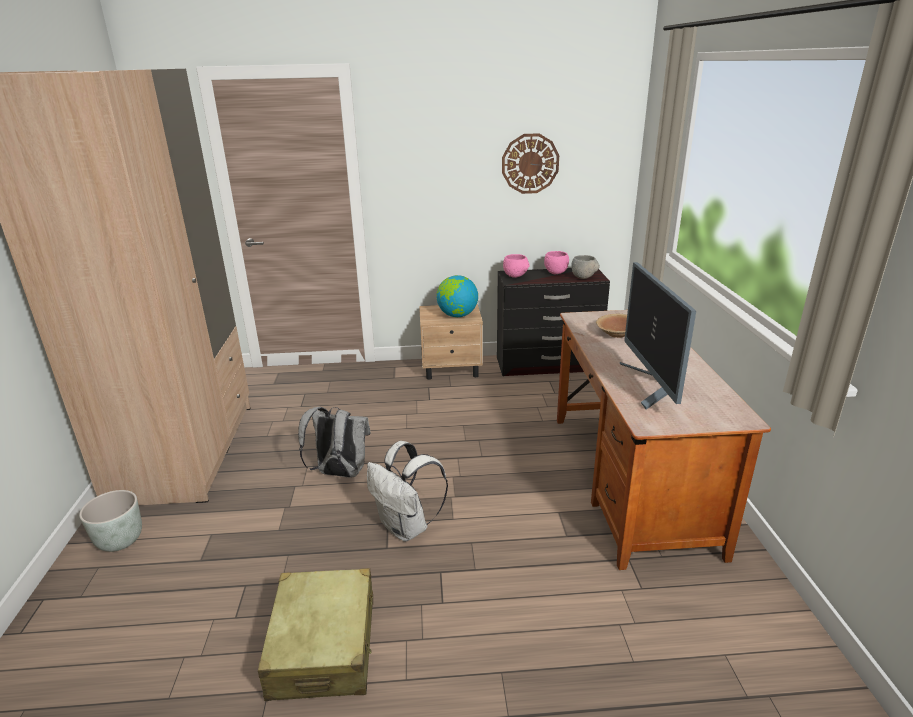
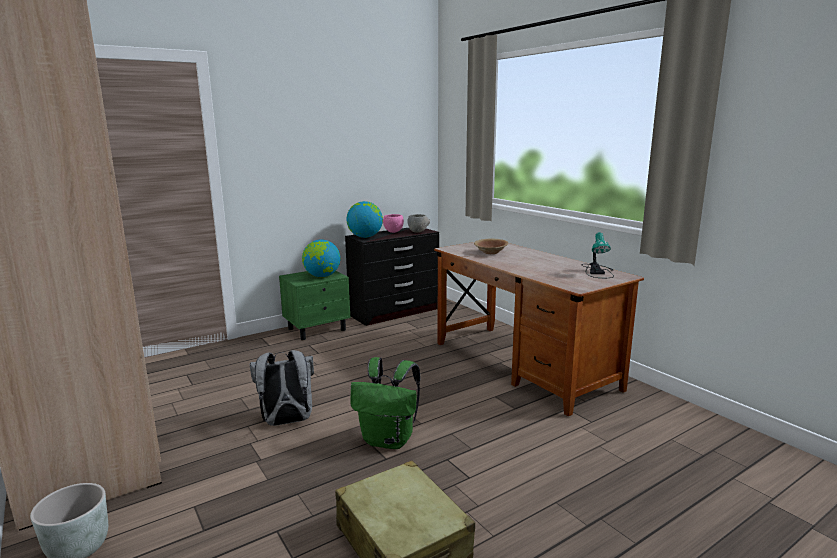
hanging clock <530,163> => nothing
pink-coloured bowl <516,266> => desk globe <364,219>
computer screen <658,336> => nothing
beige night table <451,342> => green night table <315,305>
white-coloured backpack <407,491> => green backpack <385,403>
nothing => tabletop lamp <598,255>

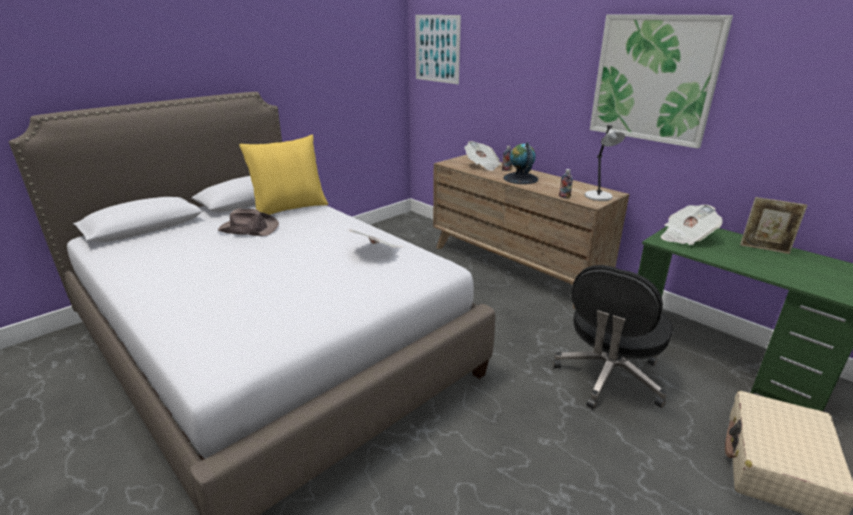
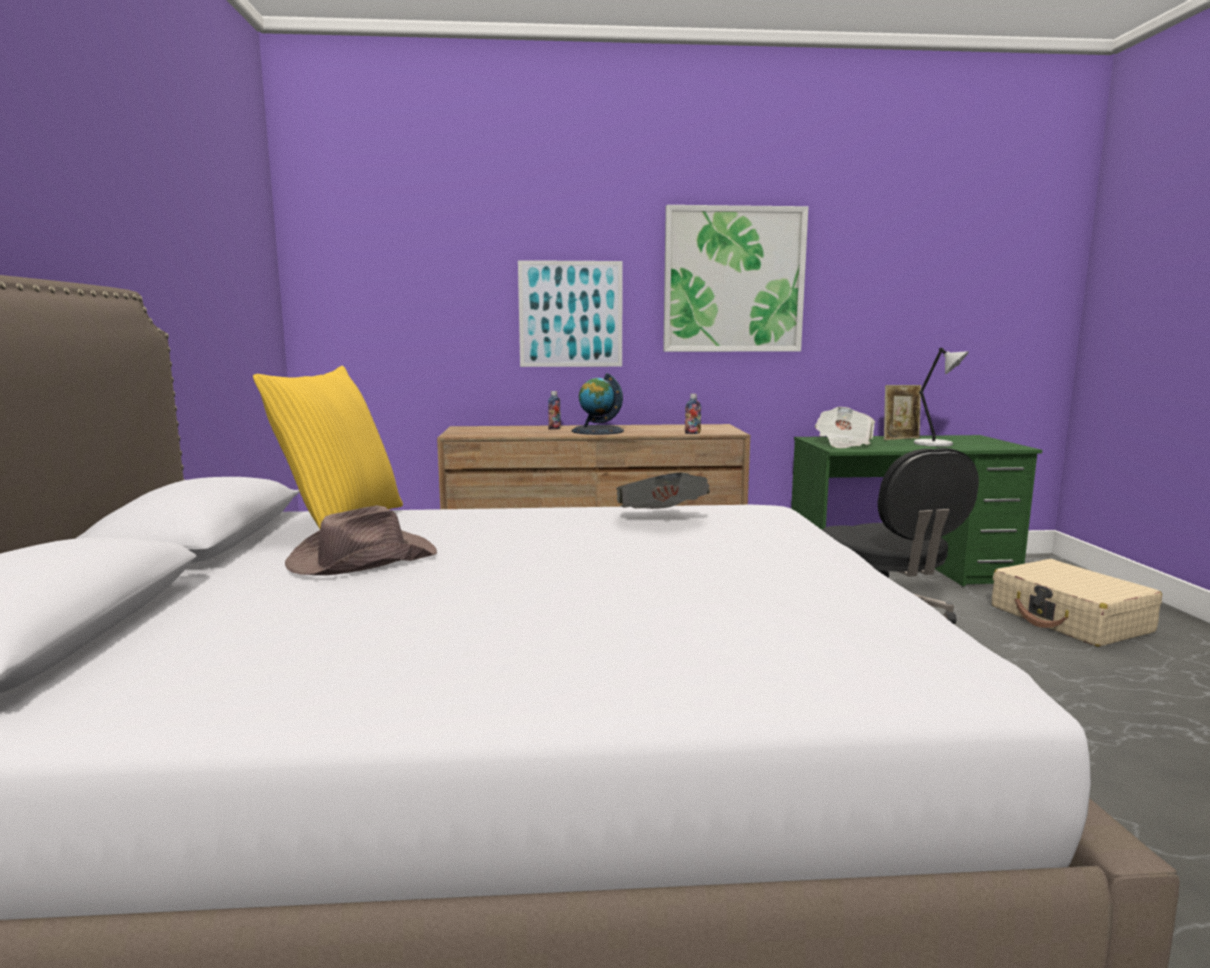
wall picture <438,49> => wall picture <570,313>, relocated
greyish tabletop lamp <605,163> => greyish tabletop lamp <941,397>, relocated
printed paper <482,156> => nothing

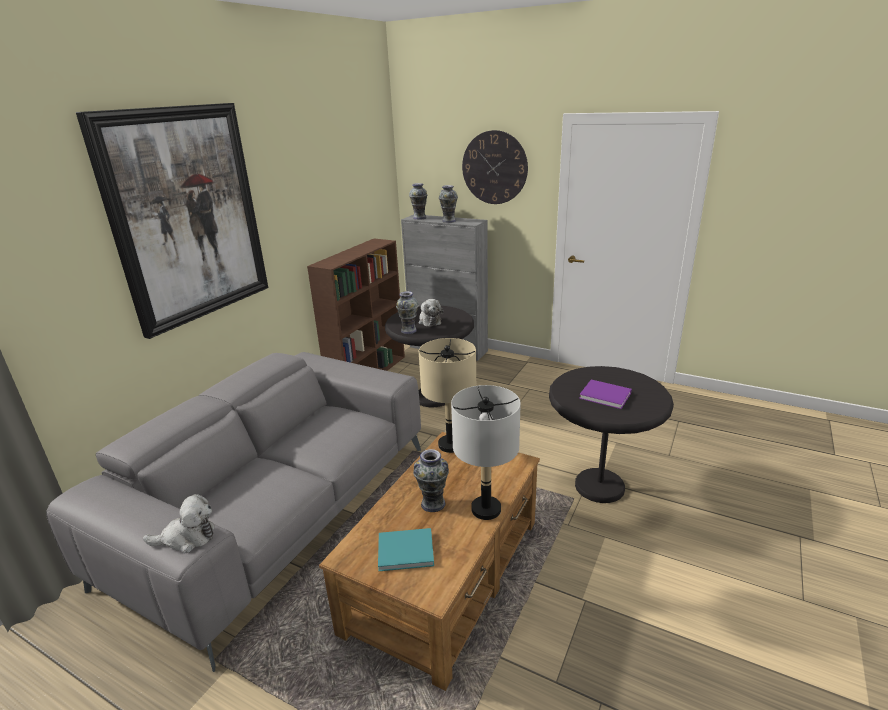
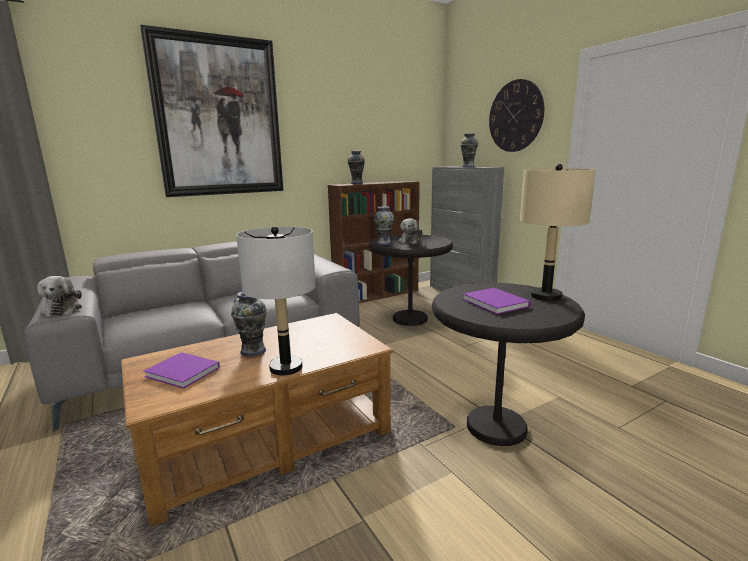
vase <418,201> => vase <356,167>, relocated
beige tabletop lamp <447,395> => beige tabletop lamp <558,232>, relocated
soft toy <179,523> => soft toy <59,296>, 45 degrees clockwise
blue-green bound book <406,549> => purple bound book <181,370>

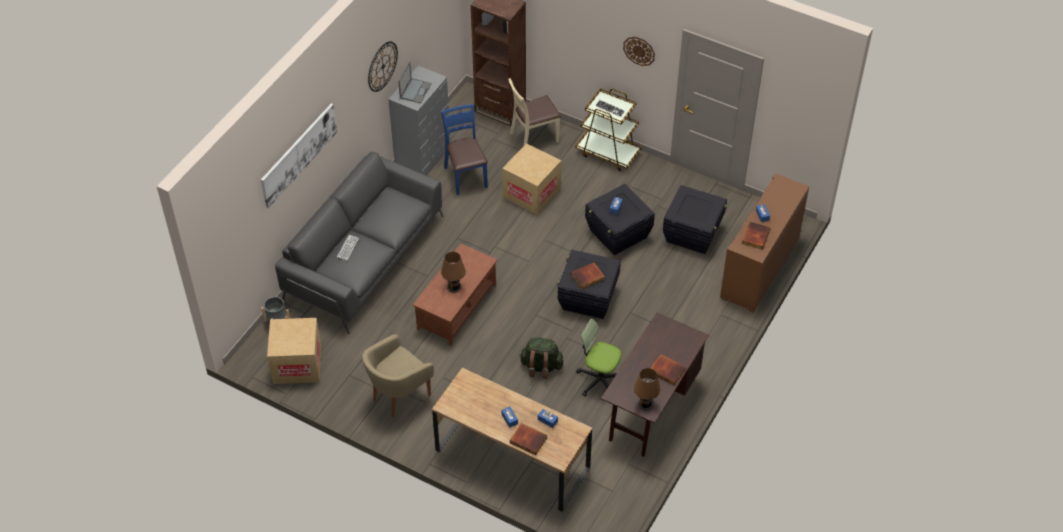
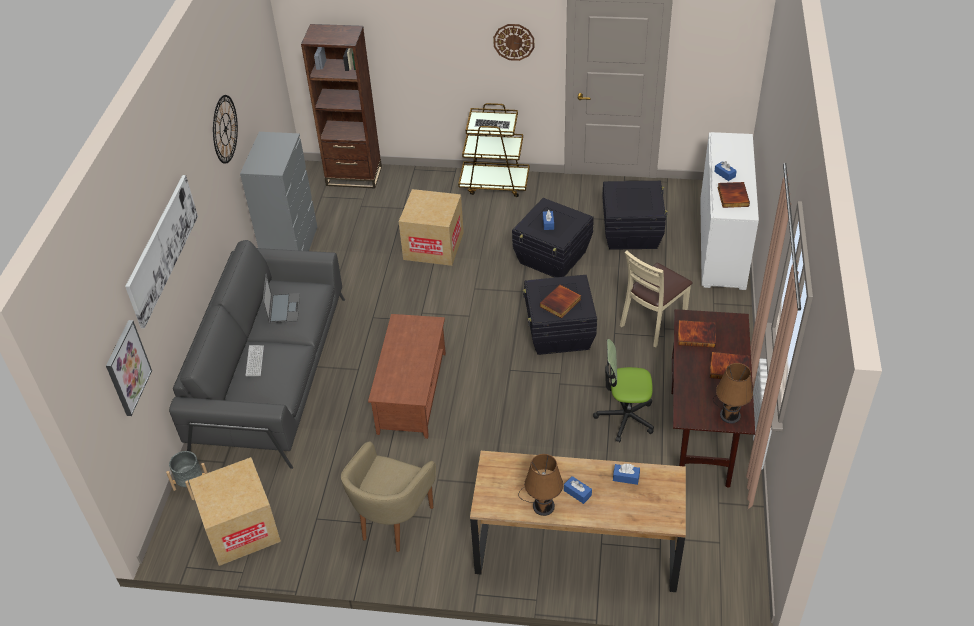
portable computer <415,82> => portable computer <281,299>, relocated
beige chair <534,111> => beige chair <656,298>, relocated
blue chair <464,149> => nothing
brown cabinet <764,243> => white-coloured cabinet <729,211>
brown tabletop lamp <453,272> => brown tabletop lamp <540,485>, relocated
green backpack <541,358> => nothing
bound book <528,439> => bound book <697,334>, relocated
nothing => wall picture <129,368>

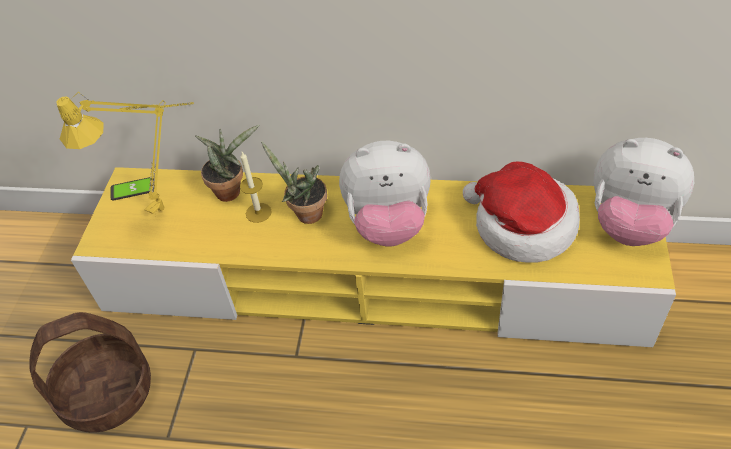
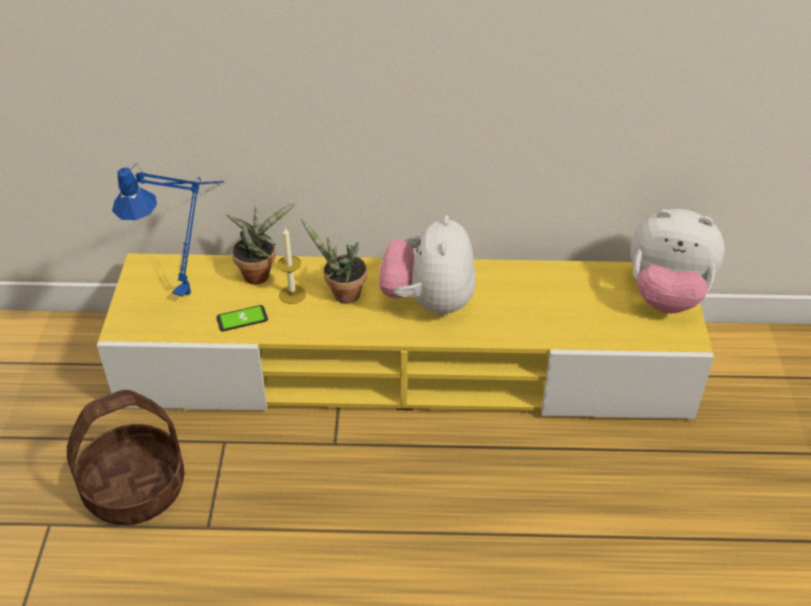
yellow-coloured tabletop lamp <125,154> => blue tabletop lamp <168,230>
soft toy <385,193> => soft toy <427,265>, 105 degrees clockwise
hat <521,212> => nothing
phone <132,188> => phone <242,318>, relocated

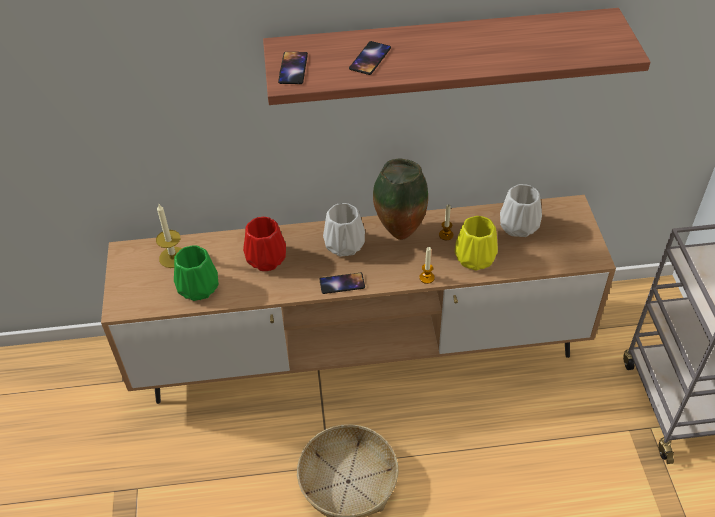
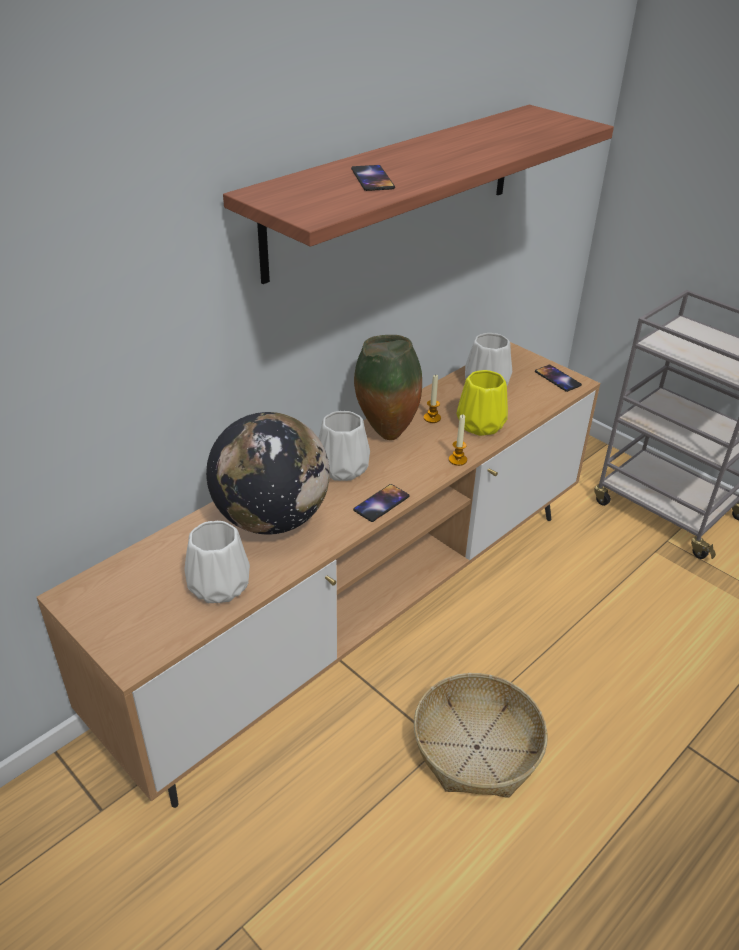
phone <293,68> => phone <558,378>, relocated
wax light <169,236> => nothing
reddish vase <264,244> => desk globe <268,473>
green vase <196,273> => white-coloured vase <217,562>

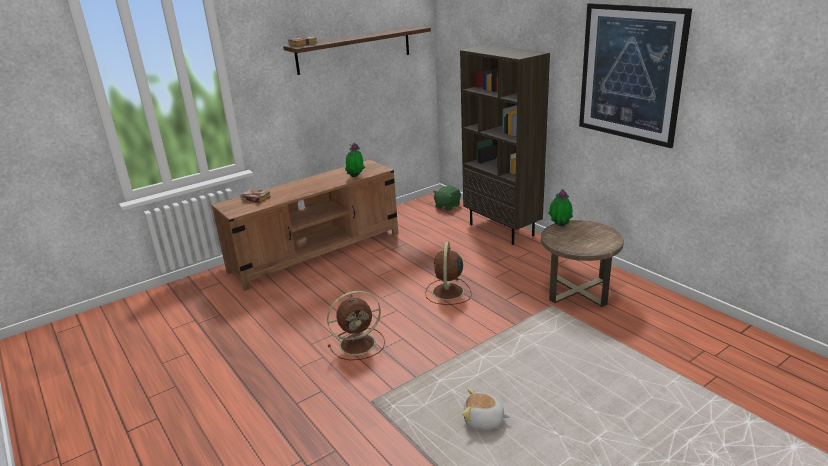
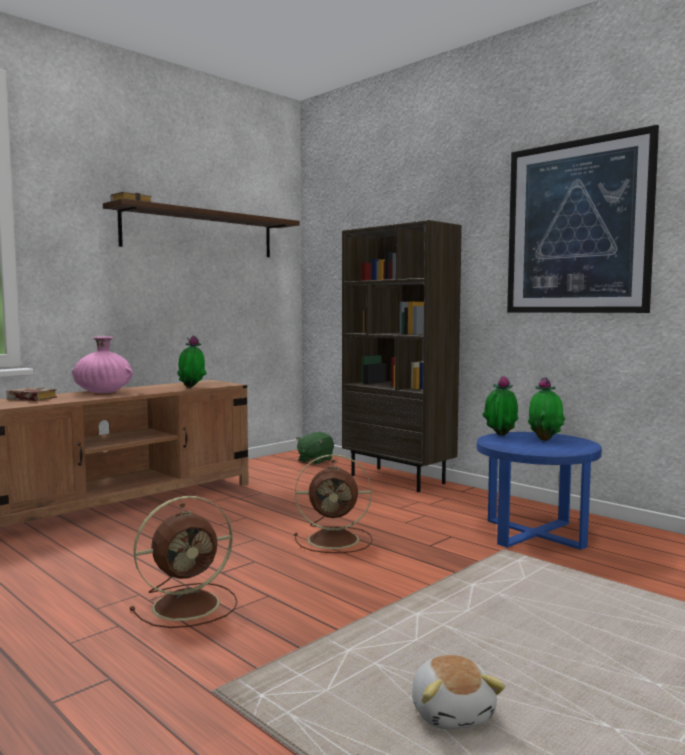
brown side table <582,263> => blue side table <539,491>
brown fan <448,273> => brown fan <333,503>, 90 degrees counterclockwise
soft toy <486,409> => soft toy <458,692>, 105 degrees counterclockwise
nothing => pink-coloured vase <102,365>
nothing => houseplant <546,409>

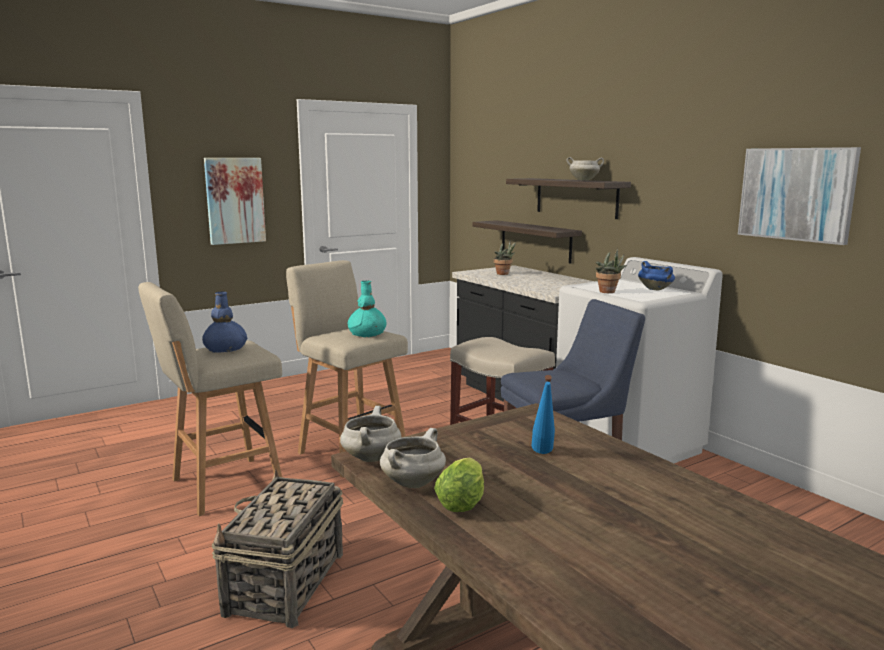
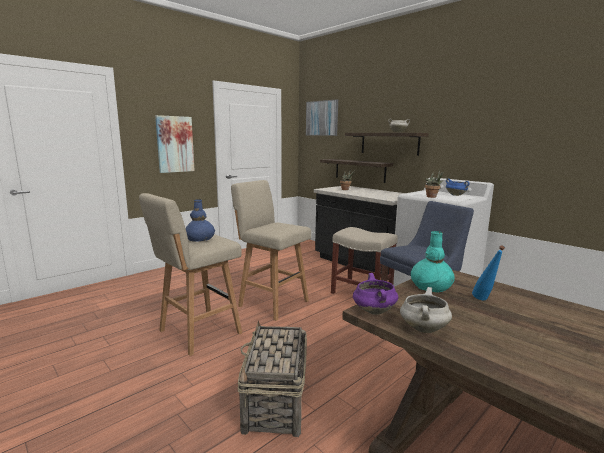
wall picture <799,196> => wall picture <322,117>, relocated
blue-green vase <367,309> => blue-green vase <433,262>, relocated
white-coloured saucepot <370,434> => purple saucepot <375,294>
lettuce <459,485> => nothing

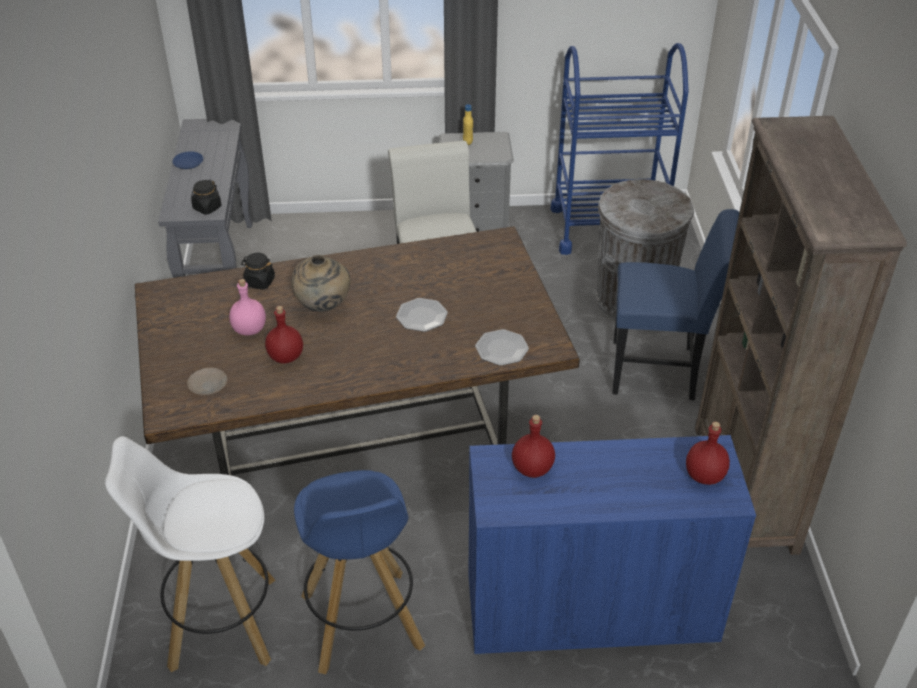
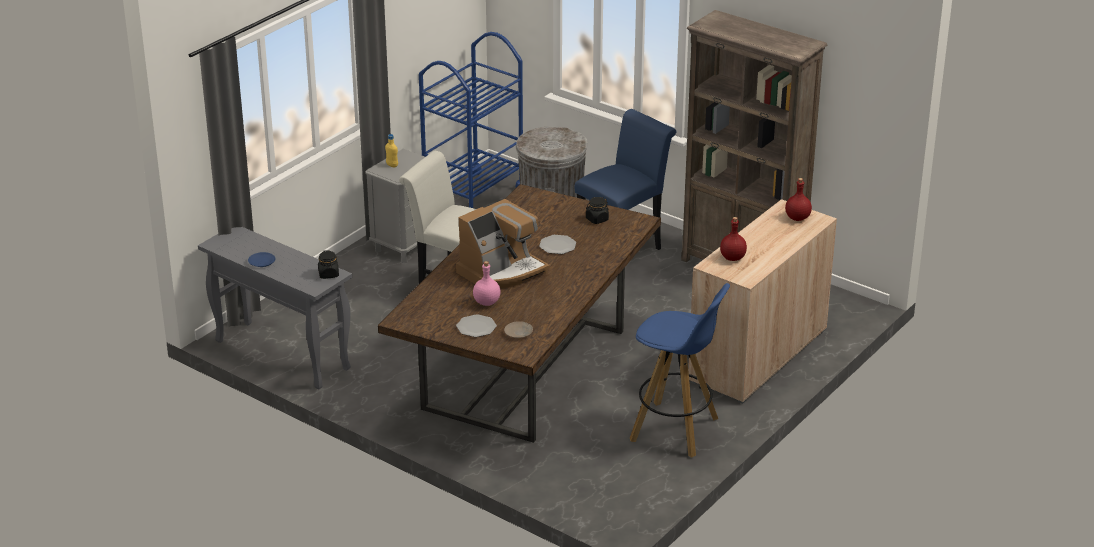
black-coloured storage jar <258,271> => black-coloured storage jar <597,210>, relocated
beige vase <320,283> => coffee brewer <503,244>
reddish drink bottle <284,335> => nothing
dinner plate <502,347> => dinner plate <476,325>, relocated
blue cabinet <612,545> => beige cabinet <762,301>
white-coloured stool <190,554> => nothing

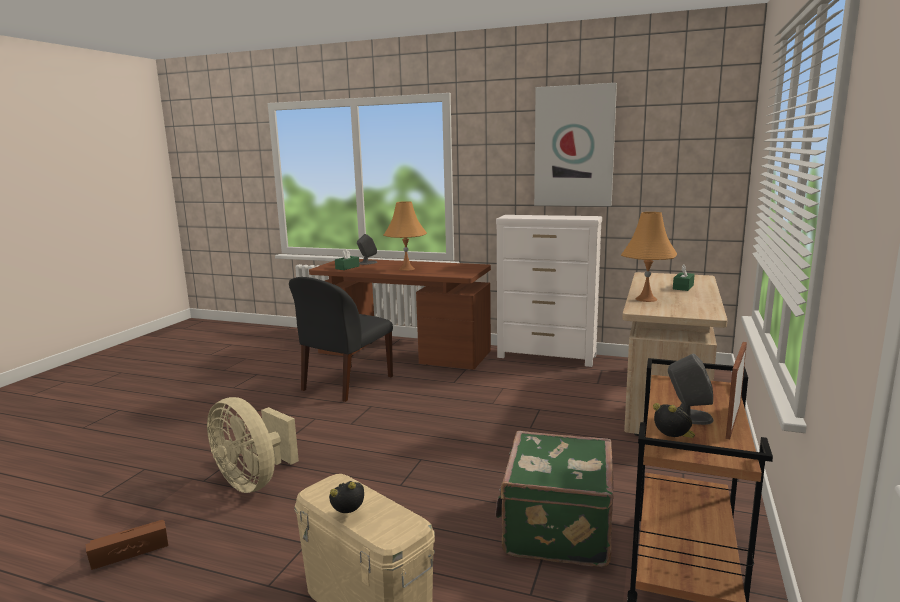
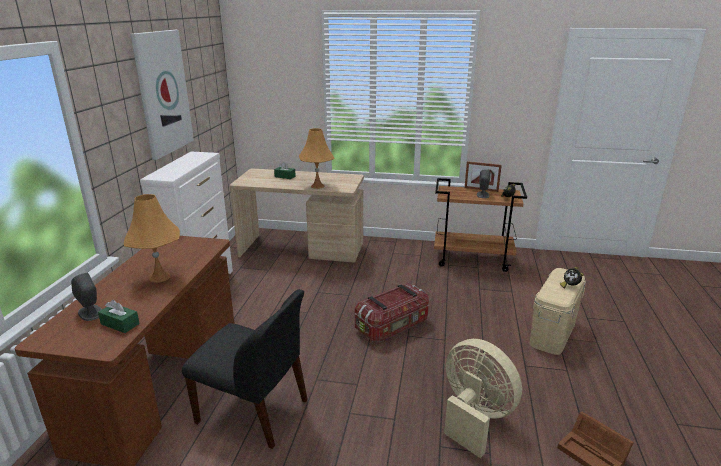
beige fan <253,445> => beige fan <483,398>, 75 degrees counterclockwise
green travel case <554,499> => nothing
nothing => storage container <392,312>

